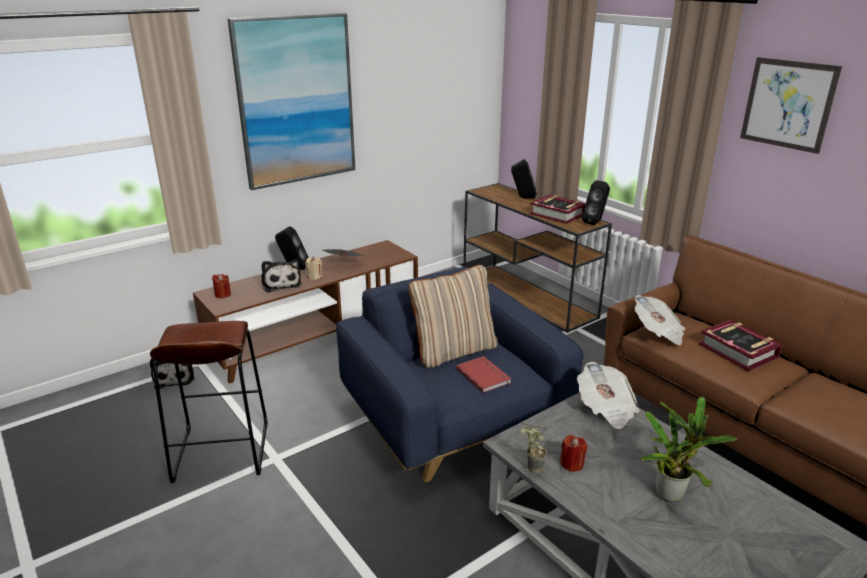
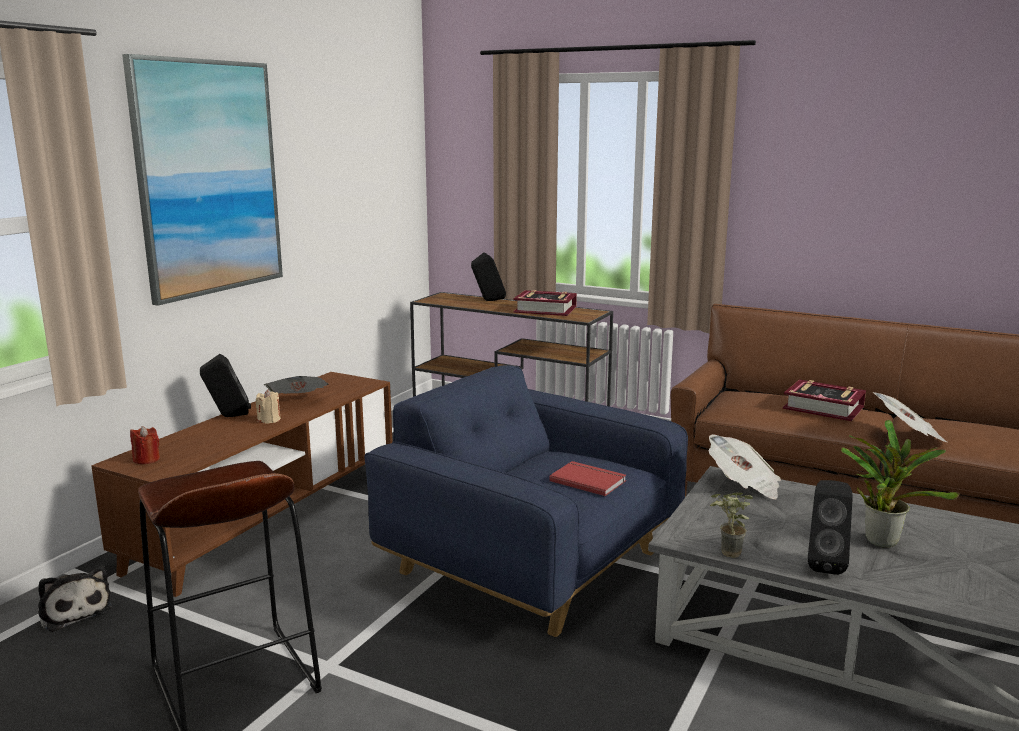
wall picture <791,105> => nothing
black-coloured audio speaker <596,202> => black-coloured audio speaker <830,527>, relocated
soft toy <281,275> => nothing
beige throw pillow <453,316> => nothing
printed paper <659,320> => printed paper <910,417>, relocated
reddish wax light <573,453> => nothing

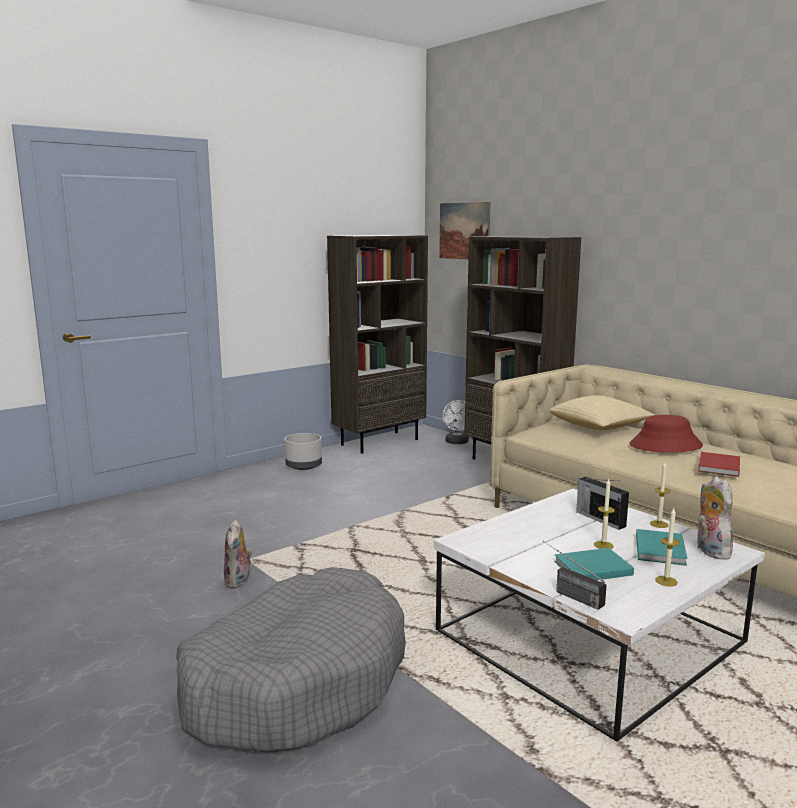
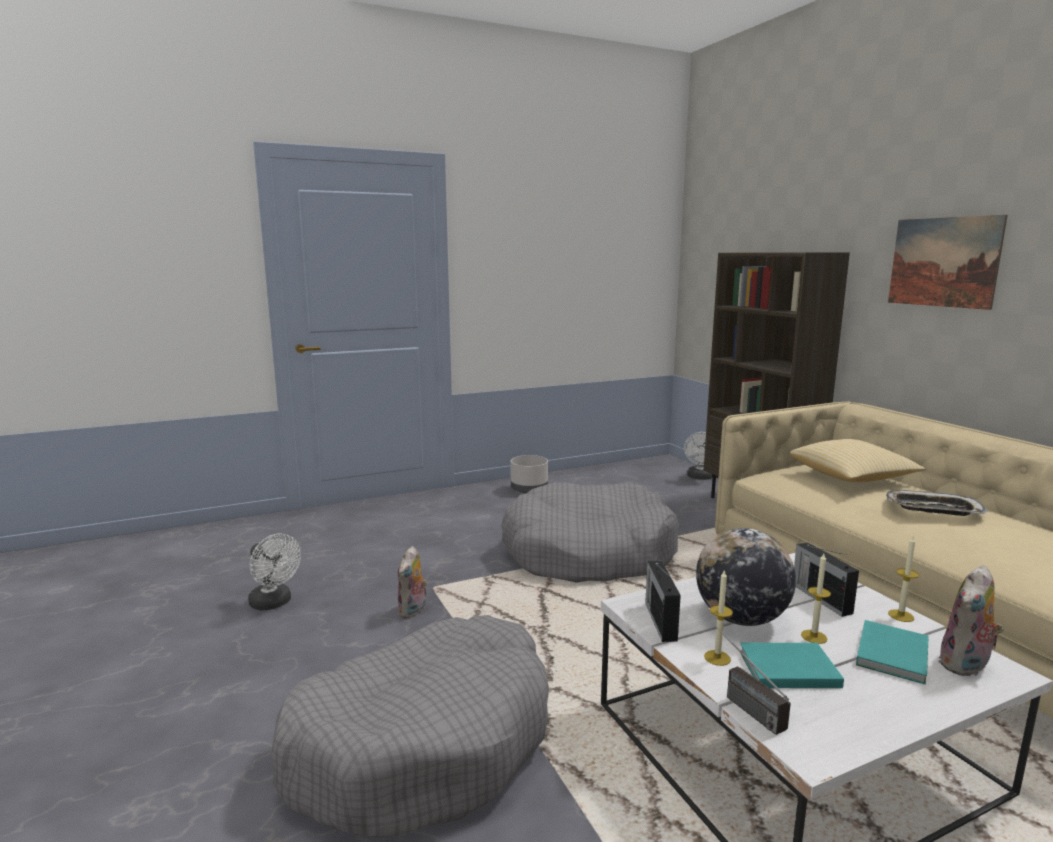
wall picture <465,231> => wall picture <947,262>, relocated
brown shelving unit <377,344> => nothing
reddish hat <666,434> => carrying tray <937,503>
reddish bound book <719,464> => nothing
soft toy <715,518> => soft toy <971,620>, 135 degrees counterclockwise
wax light <667,547> => wax light <718,617>, relocated
nothing => greyish dog bed <590,532>
nothing => desk globe <746,577>
nothing => white-coloured fan <274,571>
nothing => radio receiver <663,601>

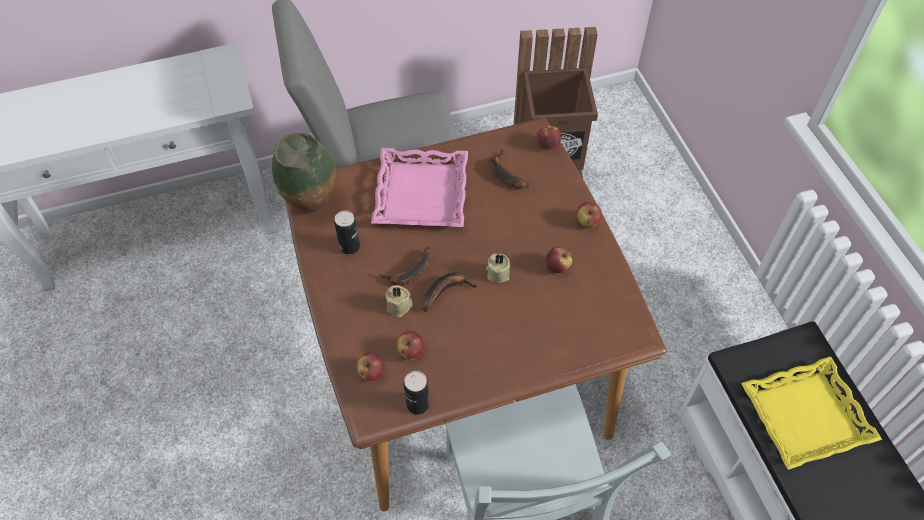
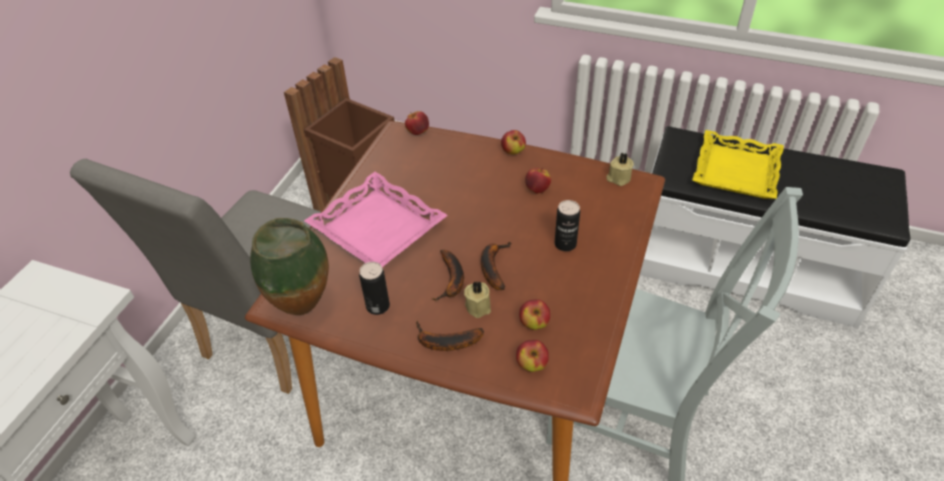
whole banana <509,169> => whole banana <450,336>, relocated
beige wax light <498,268> => beige wax light <620,169>, relocated
metal can <416,393> => metal can <567,225>, relocated

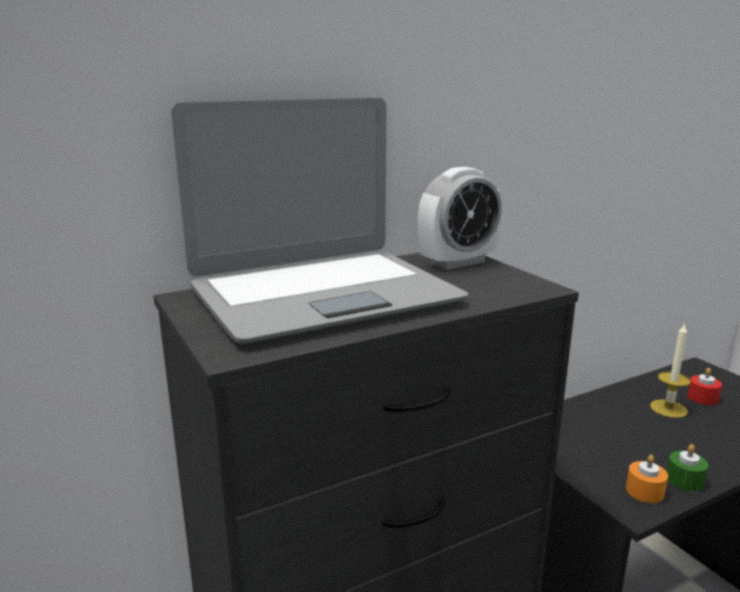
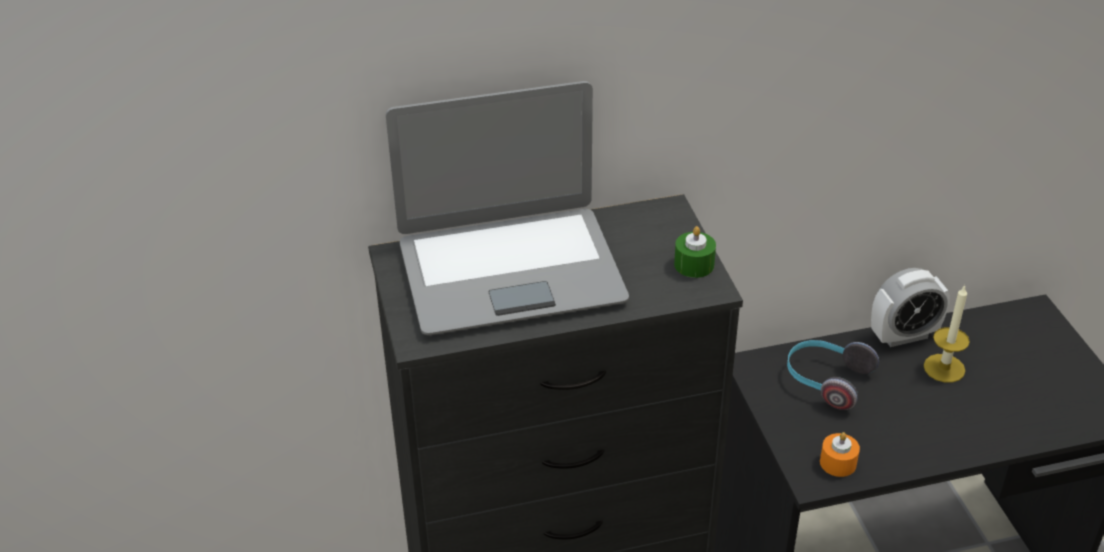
bedside clock <460,218> => bedside clock <910,307>, relocated
reddish wax light <704,386> => nothing
green wax light <688,467> => green wax light <695,252>, relocated
nothing => headset <833,375>

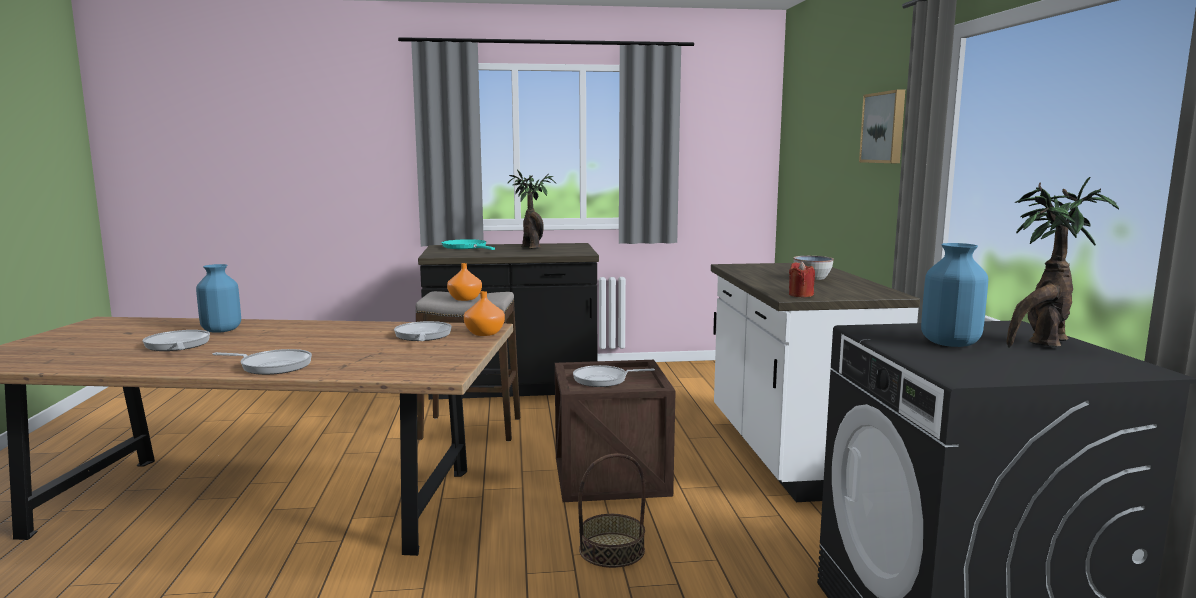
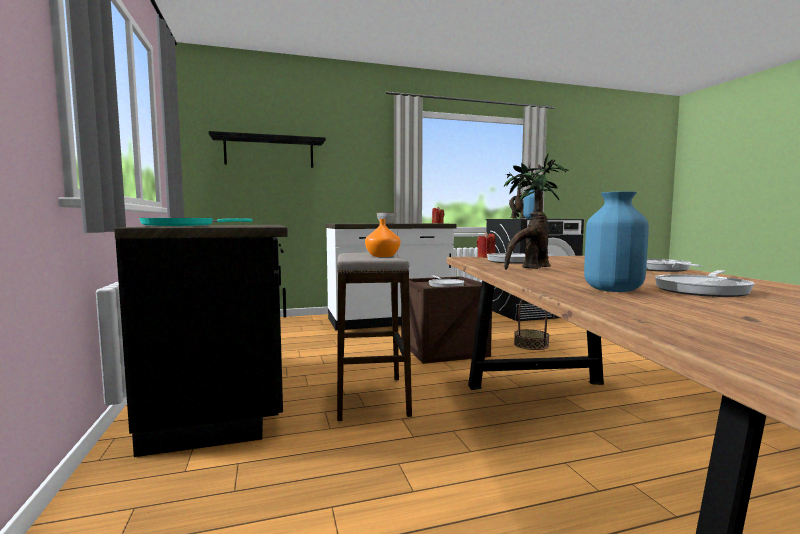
wall picture <882,126> => nothing
houseplant <532,209> => houseplant <536,210>, relocated
orangey vase <484,313> => reddish wax light <486,245>
nothing => black-coloured shelf <267,149>

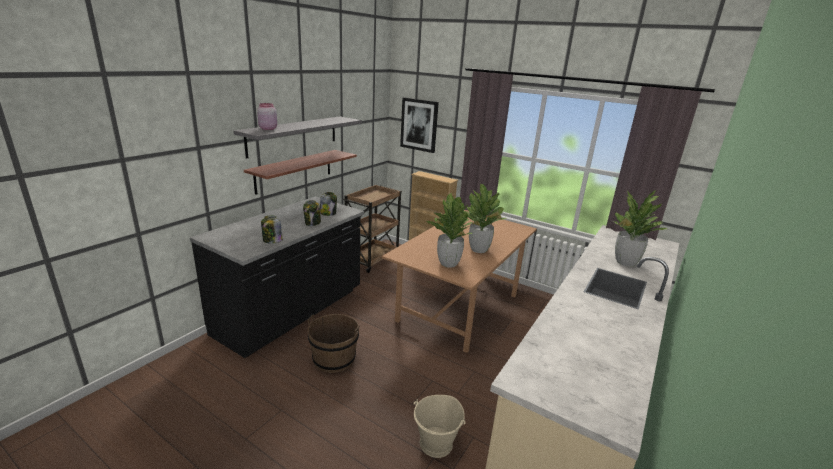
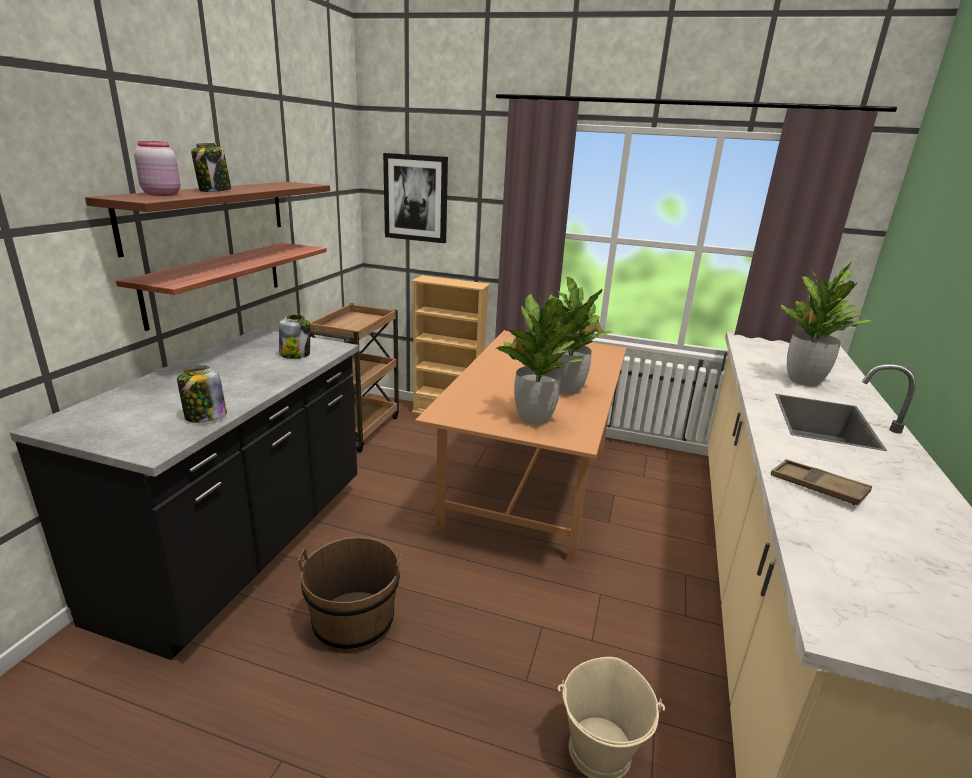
greyish shelf <297,137> => brown shelf <207,219>
storage jar <312,213> => storage jar <211,167>, relocated
nothing => brown carrying tray <821,482>

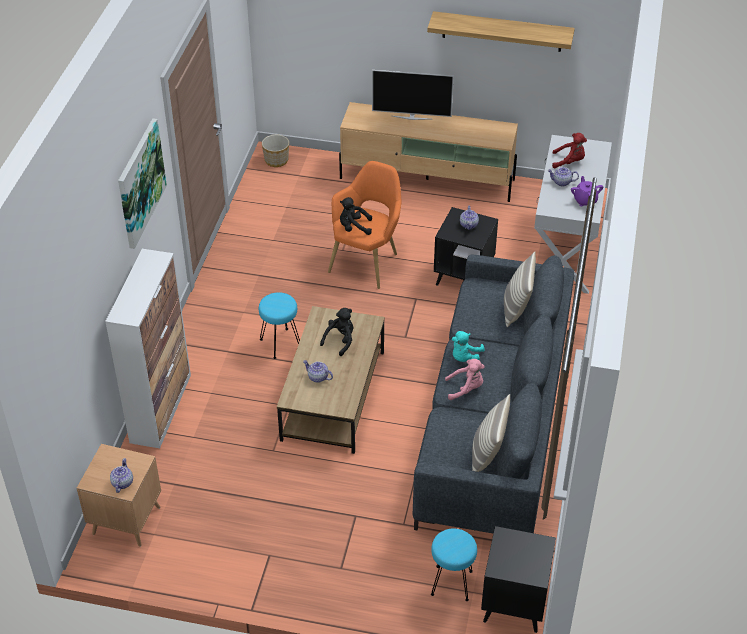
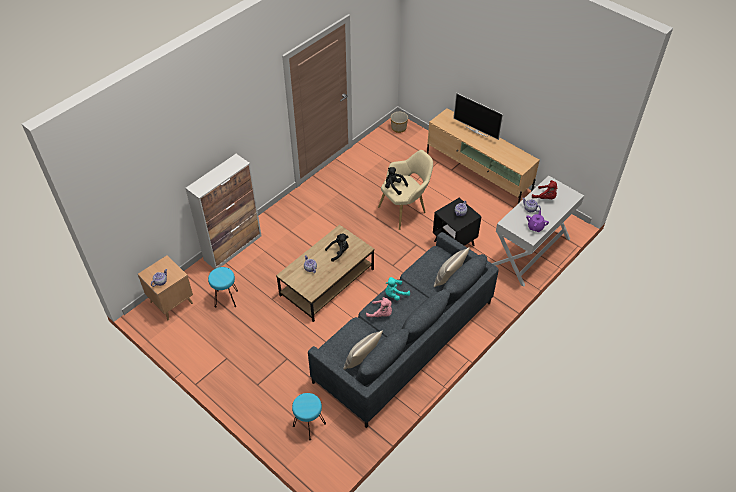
shelf <501,31> => nothing
wall picture <142,183> => nothing
orangey lounge chair <364,225> => beige lounge chair <405,190>
blue-green stool <279,325> => blue-green stool <223,287>, relocated
black-coloured side table <518,579> => nothing

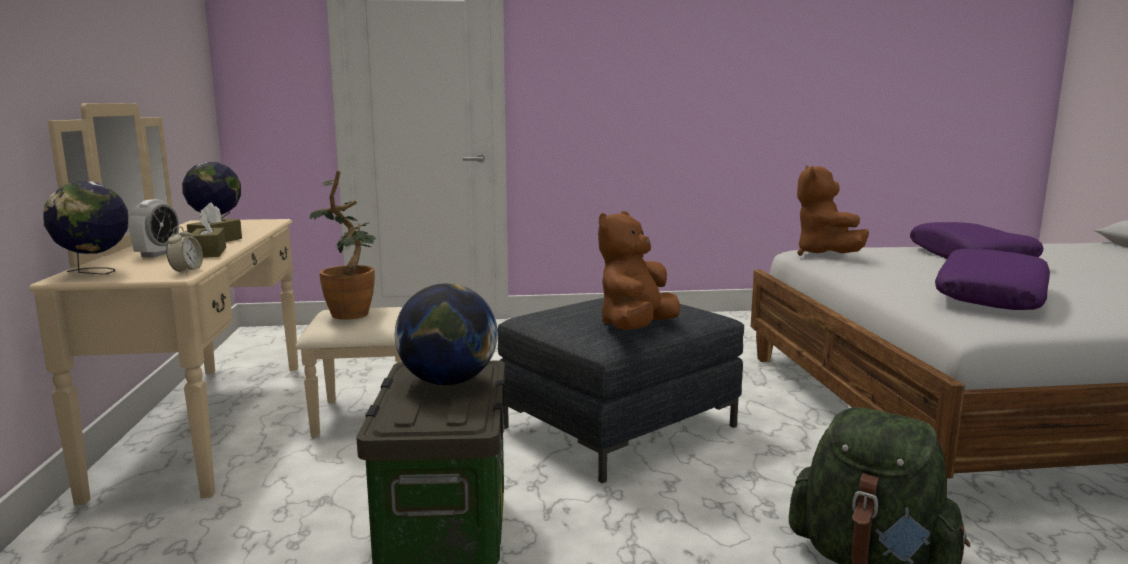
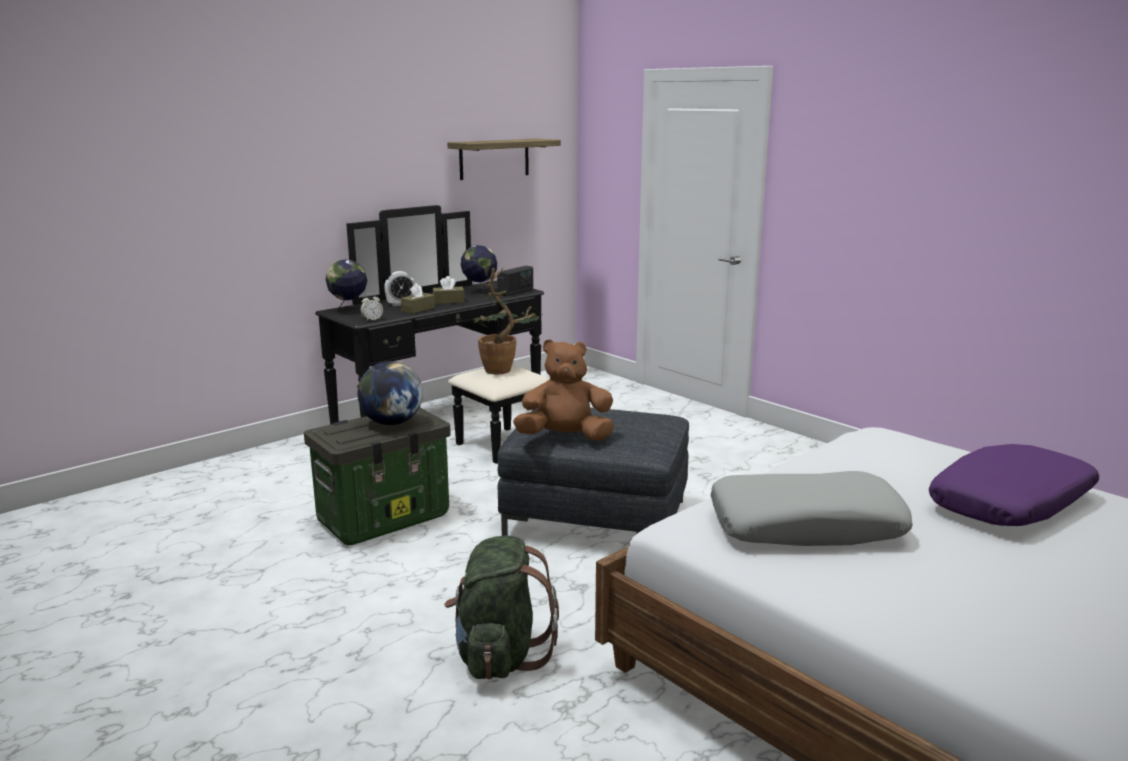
beige drawer chest <216,304> => black-coloured drawer chest <432,334>
brown soft toy <833,210> => nothing
purple throw pillow <992,279> => greyish throw pillow <812,508>
nothing => shelf <504,159>
nothing => radio receiver <515,281>

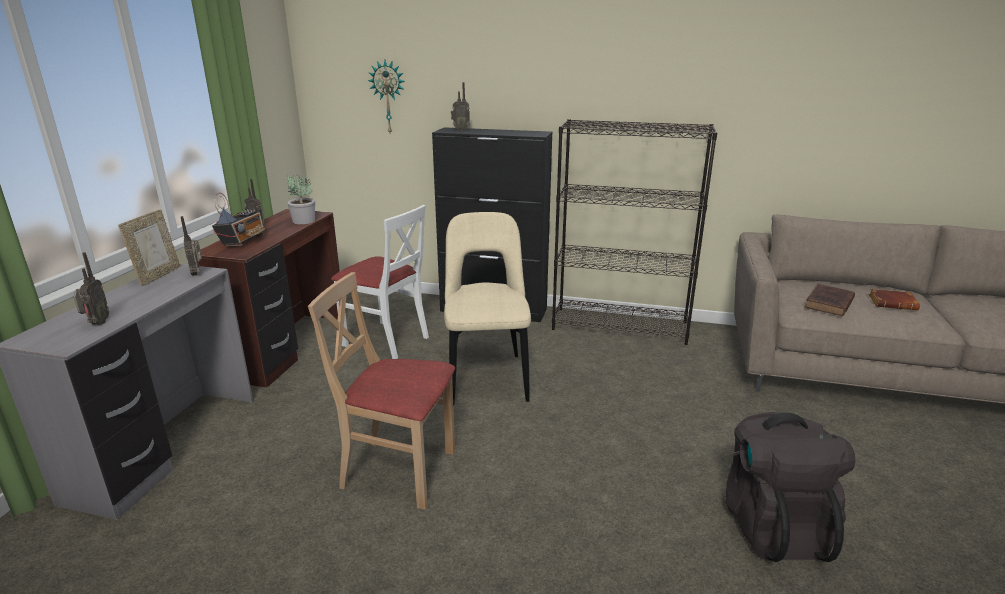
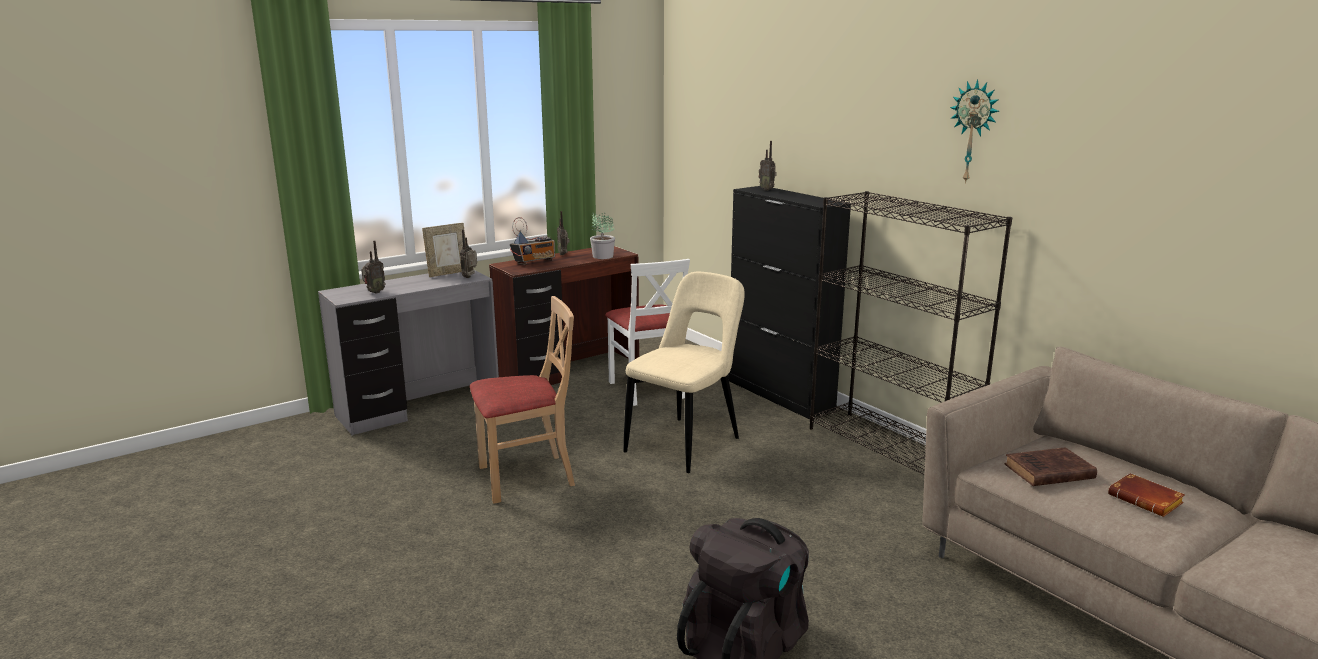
hanging clock <386,96> => hanging clock <974,131>, relocated
beige chair <381,390> => beige chair <522,400>, 105 degrees clockwise

